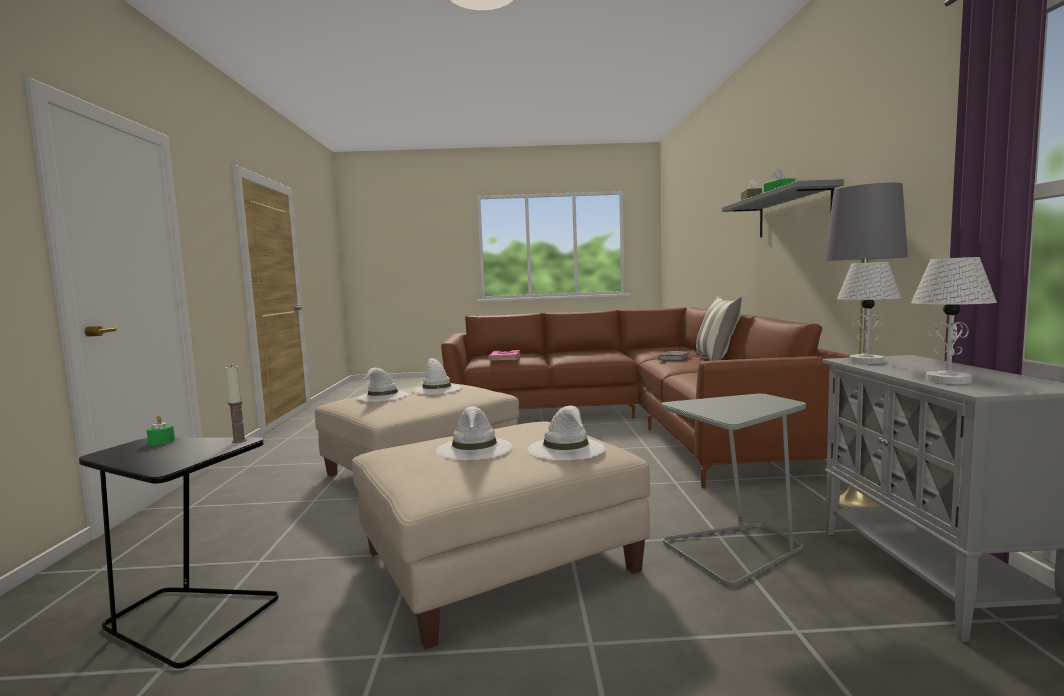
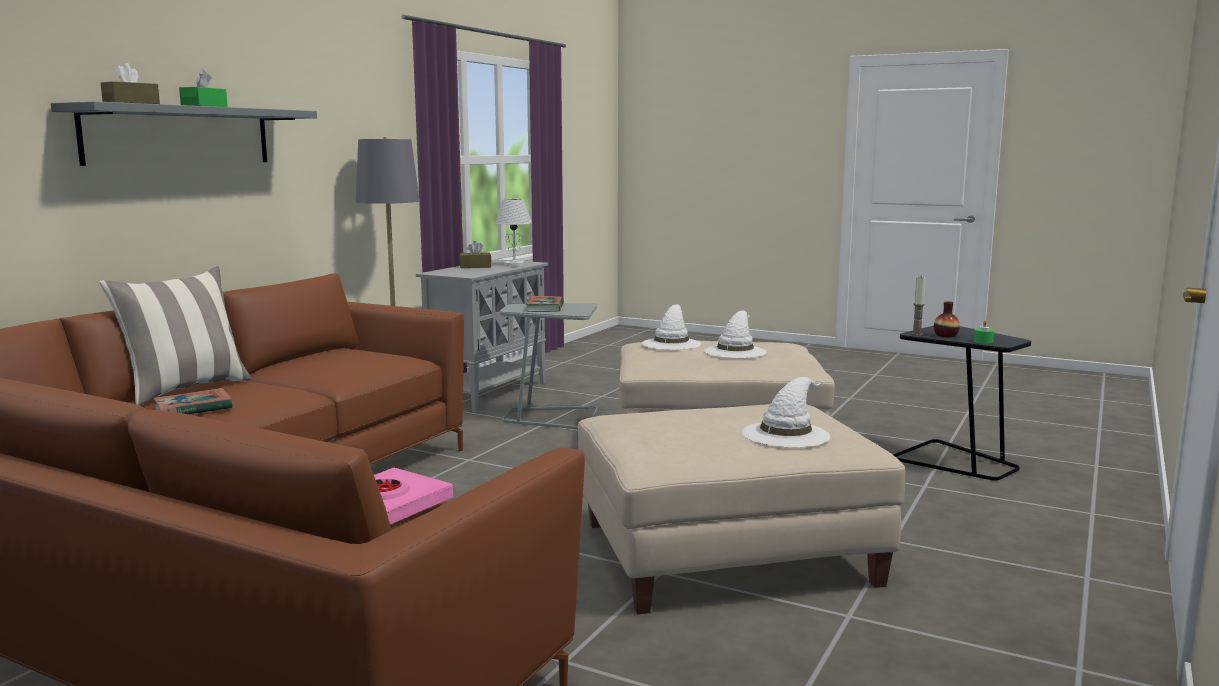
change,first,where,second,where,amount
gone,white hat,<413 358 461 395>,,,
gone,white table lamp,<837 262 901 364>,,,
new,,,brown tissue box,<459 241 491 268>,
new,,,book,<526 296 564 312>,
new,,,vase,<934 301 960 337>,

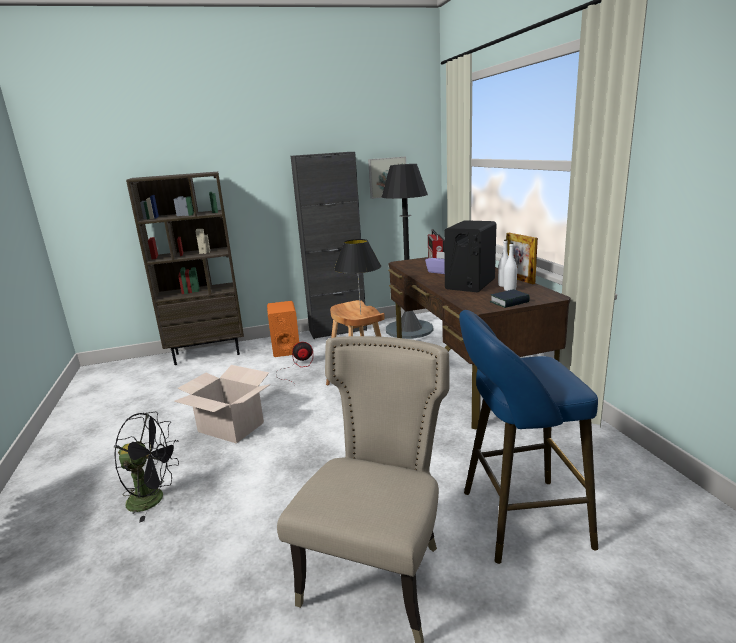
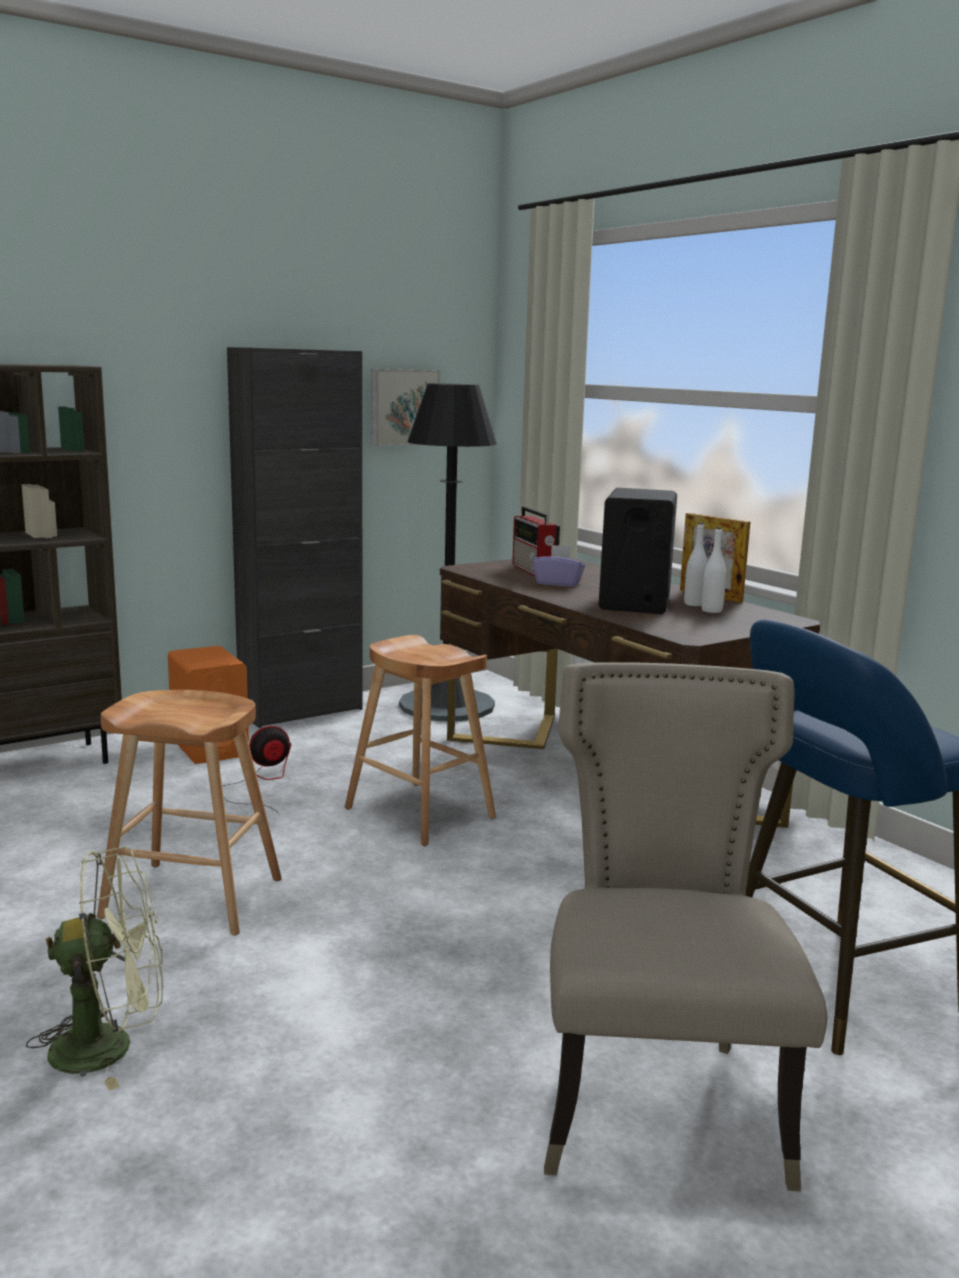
change,first,where,second,where,amount
repainted,black fan,<114 412 179 523>,green fan,<26 847 163 1091>,
swapped,cardboard box,<174 365 271 443>,brown stool,<97 690 282 935>,
gone,black table lamp,<334 239 381 314>,,,
gone,book,<490 289 530 308>,,,

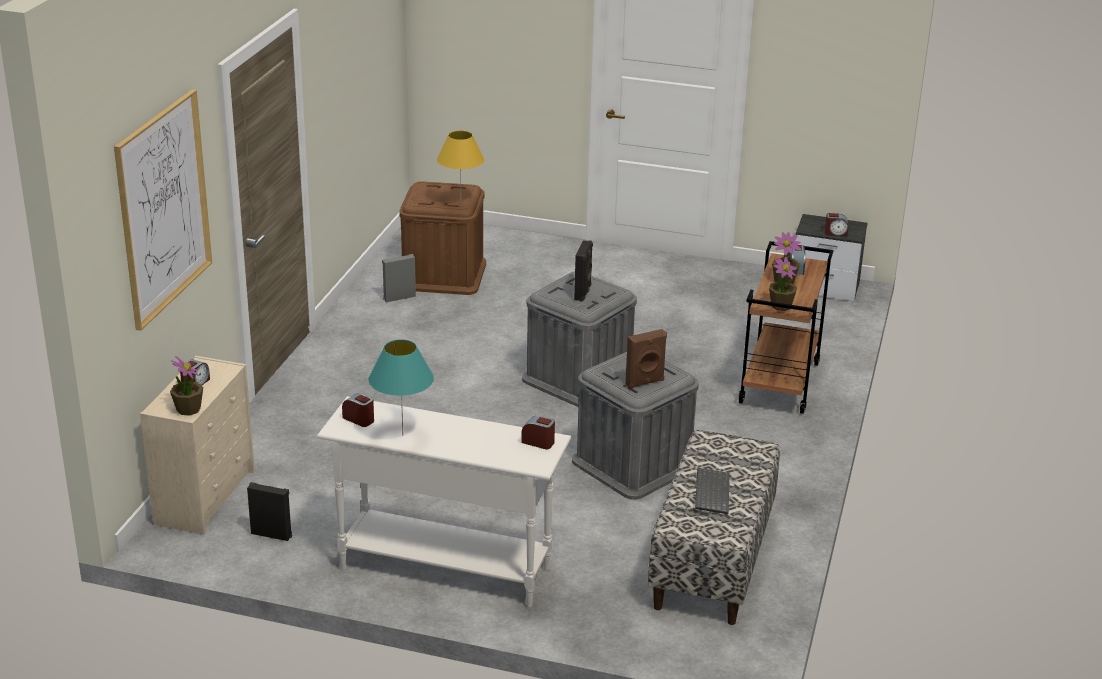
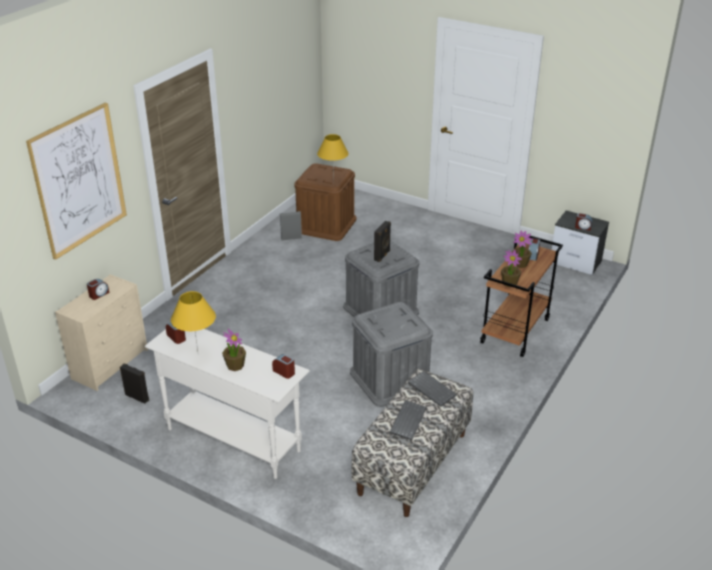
change,first,where,second,where,amount
shifted,potted plant,<170 356 203 415>,,<222 328 246 371>,
repainted,turquoise table lamp,<369 339 434 436>,yellow table lamp,<171 291 216 352>,
gone,brown speaker,<625 329 667 389>,,,
new,,,keyboard,<408 371 457 407>,

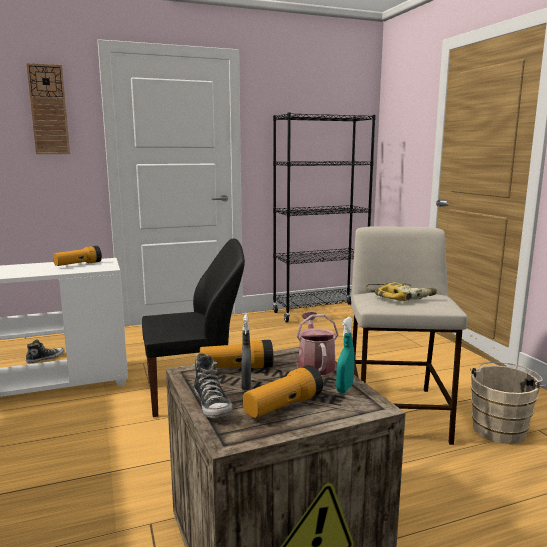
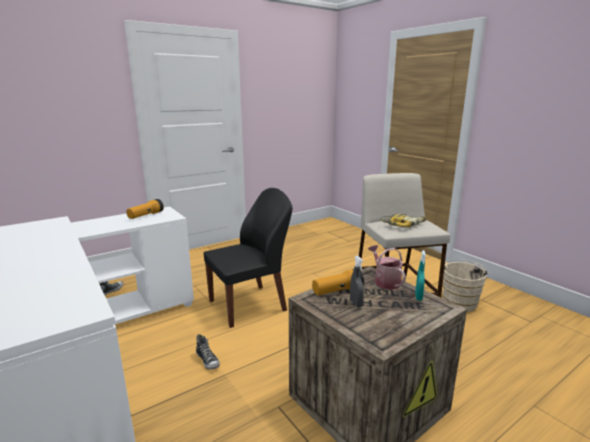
change,first,where,second,where,amount
gone,wall clock,<26 63 70 154>,,,
shifted,shoe,<194 353 233 418>,,<196 334 220 370>,
gone,flashlight,<243 365 323 418>,,,
gone,black bookcase,<273 112 376 322>,,,

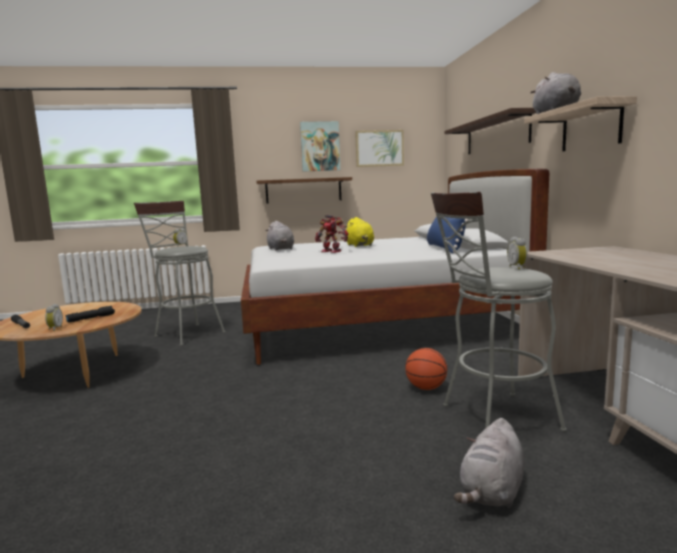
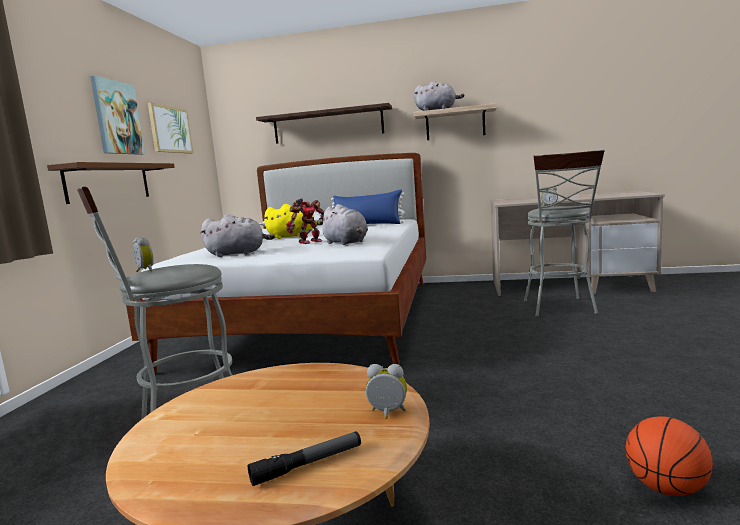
change,first,where,second,where,amount
gone,black flashlight,<66 306 115 322>,,,
shifted,basketball,<405 348 447 390>,,<626 416 713 496>,
shifted,grey plush toy,<454 418 525 508>,,<319 204 368 245>,

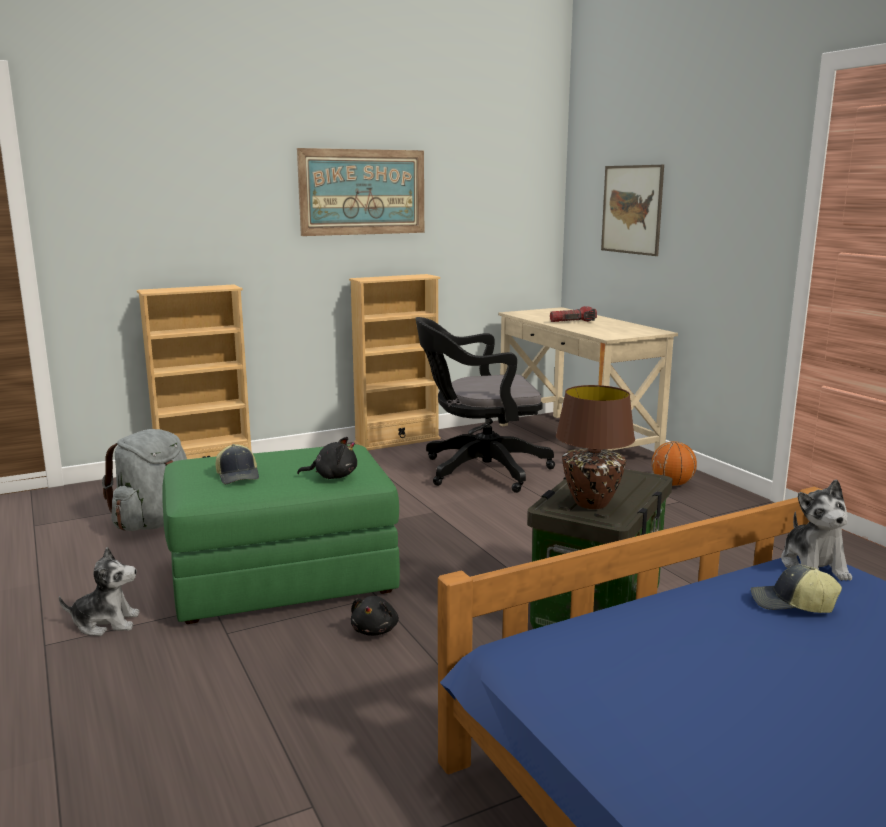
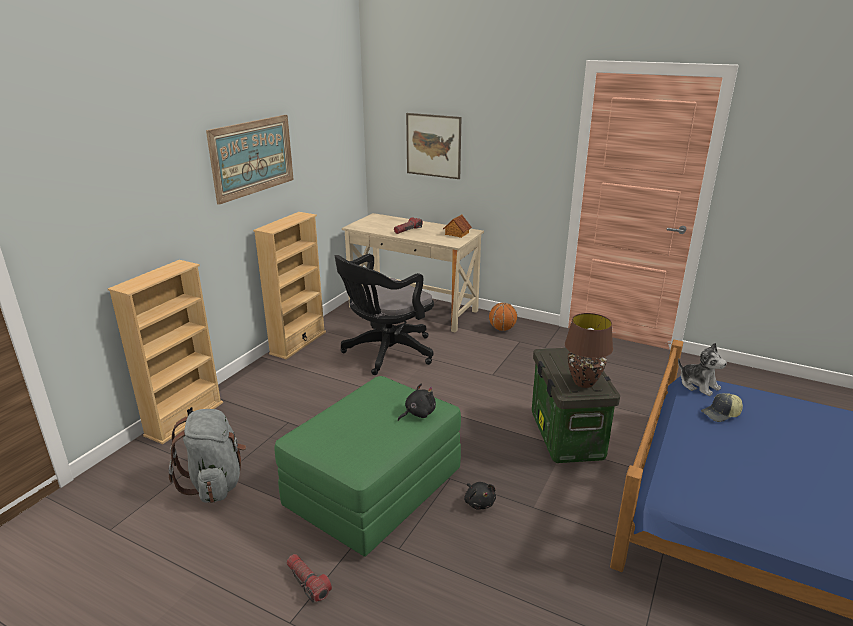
change,first,where,second,where,amount
swapped,plush toy,<59 547 140 636>,flashlight,<287 554 332 603>,
gone,cap,<216 444 259 484>,,,
new,,,toy house,<443 215 472 238>,

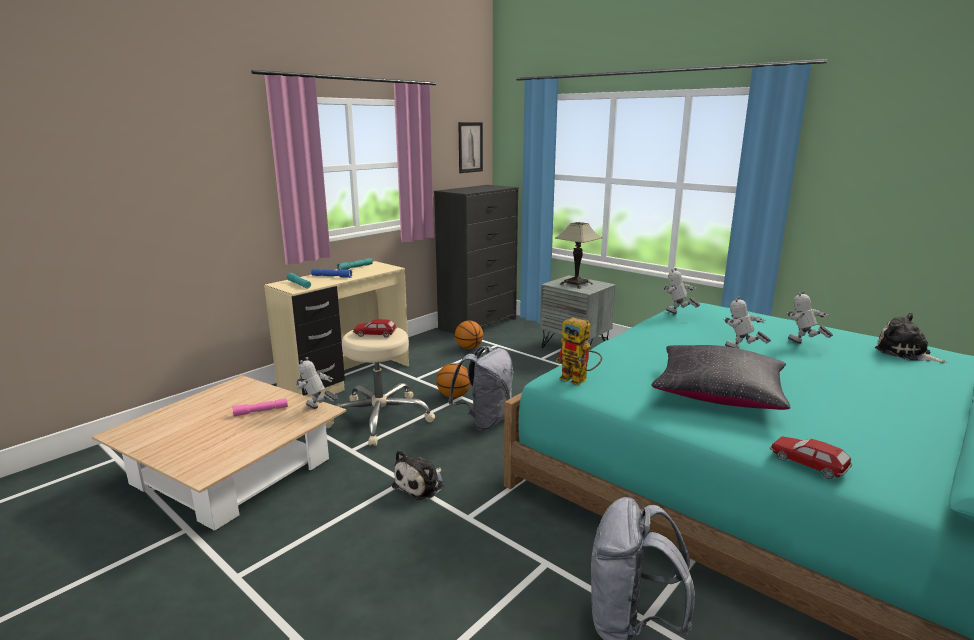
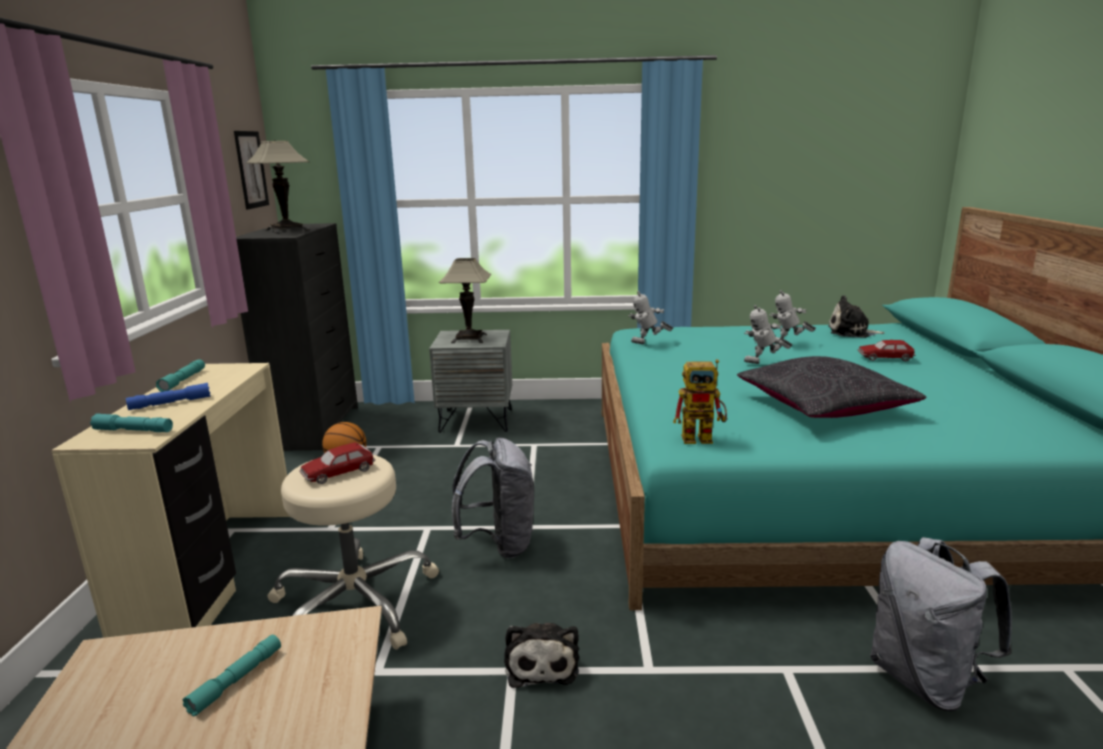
change,first,where,second,where,amount
repainted,pink flashlight,<232 399 288 416>,turquoise flashlight,<183 635 281 716>,
gone,toy robot,<296 357 338 409>,,,
gone,basketball,<436 363 471 398>,,,
shifted,toy car,<770 437 852 479>,,<858 340 915 361>,
new,,,table lamp,<246 140 310 233>,

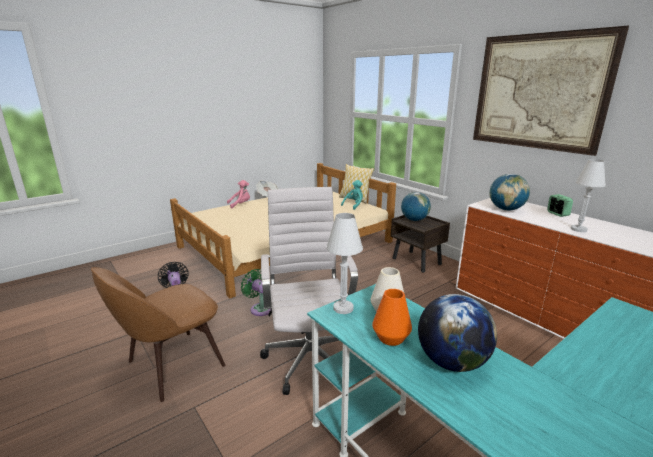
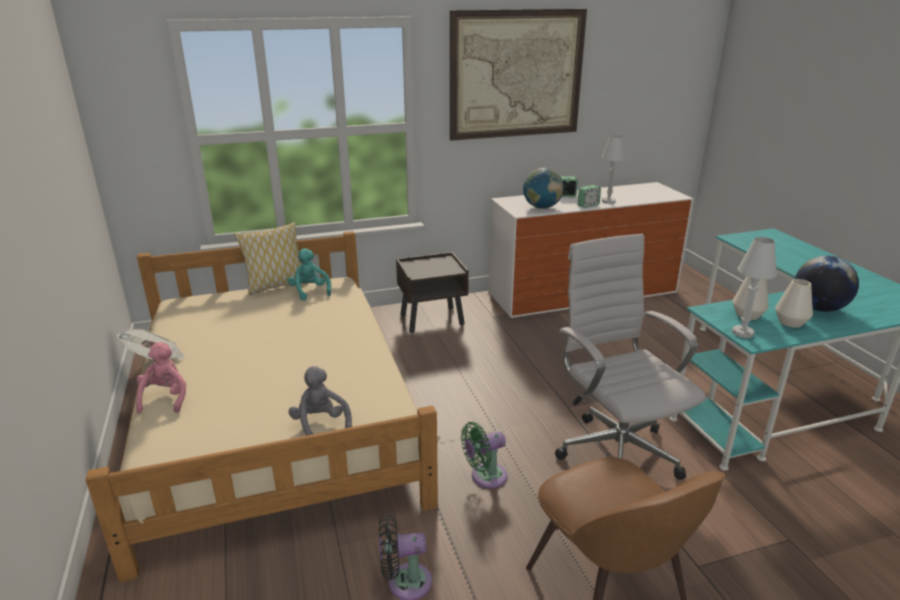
change,first,where,second,where,amount
rotated,white office chair,<260 187 358 395>,,<555 234 706 480>,60 degrees clockwise
repainted,orange vase,<372 289 412 346>,white vase,<775 279 813 328>,
gone,globe,<401 192 431 221>,,,
new,,,grey plush toy,<289 366 352 436>,
new,,,alarm clock,<578 185 601 208>,

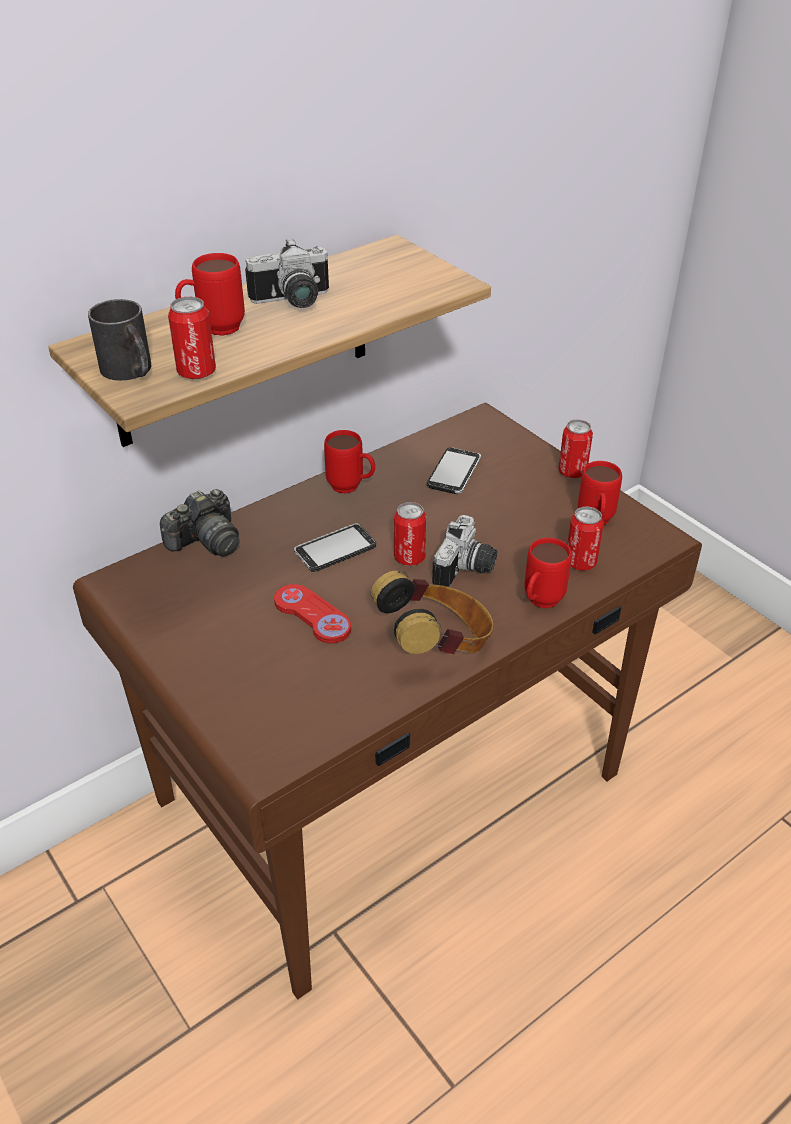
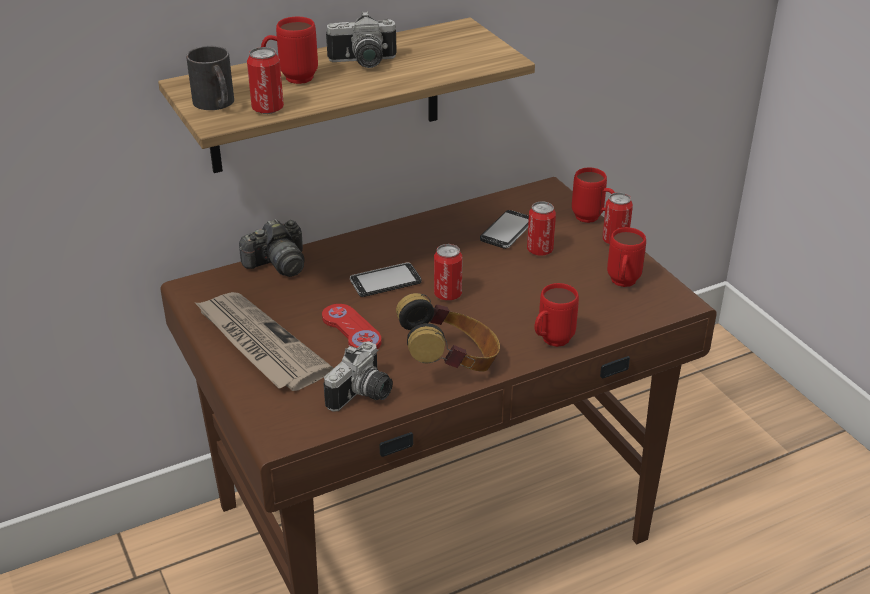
change,first,where,second,where,amount
shifted,red mug,<324 430 375 493>,,<572 167 615 223>,
shifted,photo camera,<432 515 497 587>,,<323 341 393 412>,
shifted,can,<567 506 604 571>,,<527 201 556 256>,
new,,,newspaper,<194 292 333 391>,

